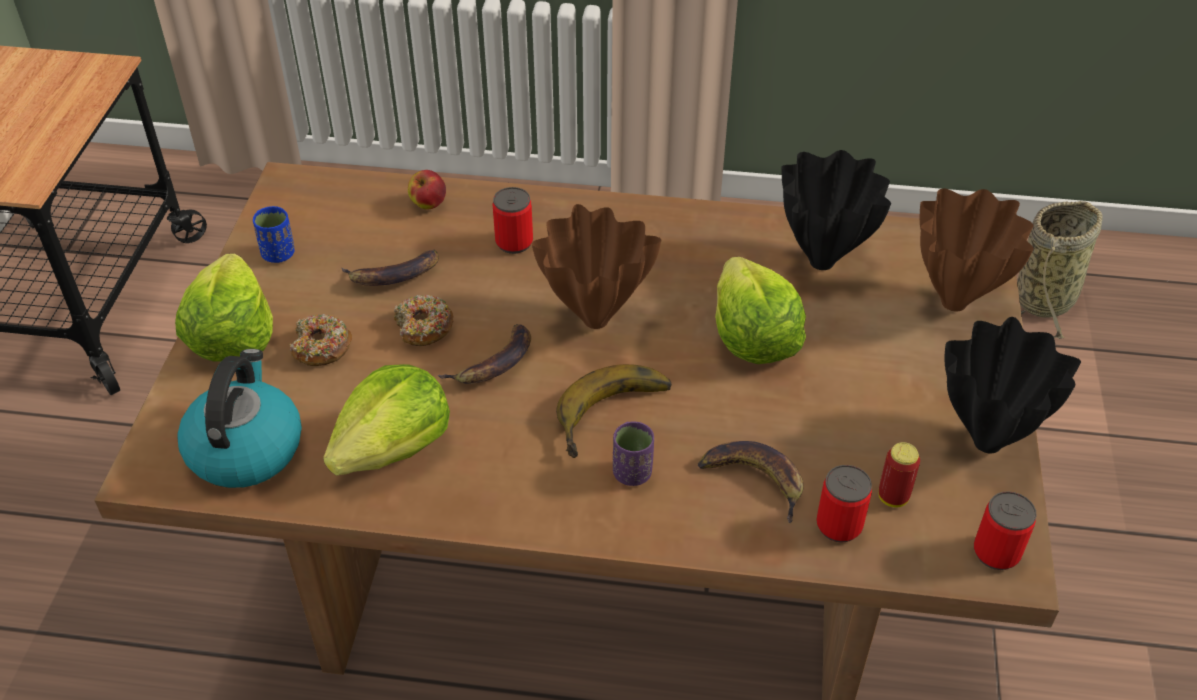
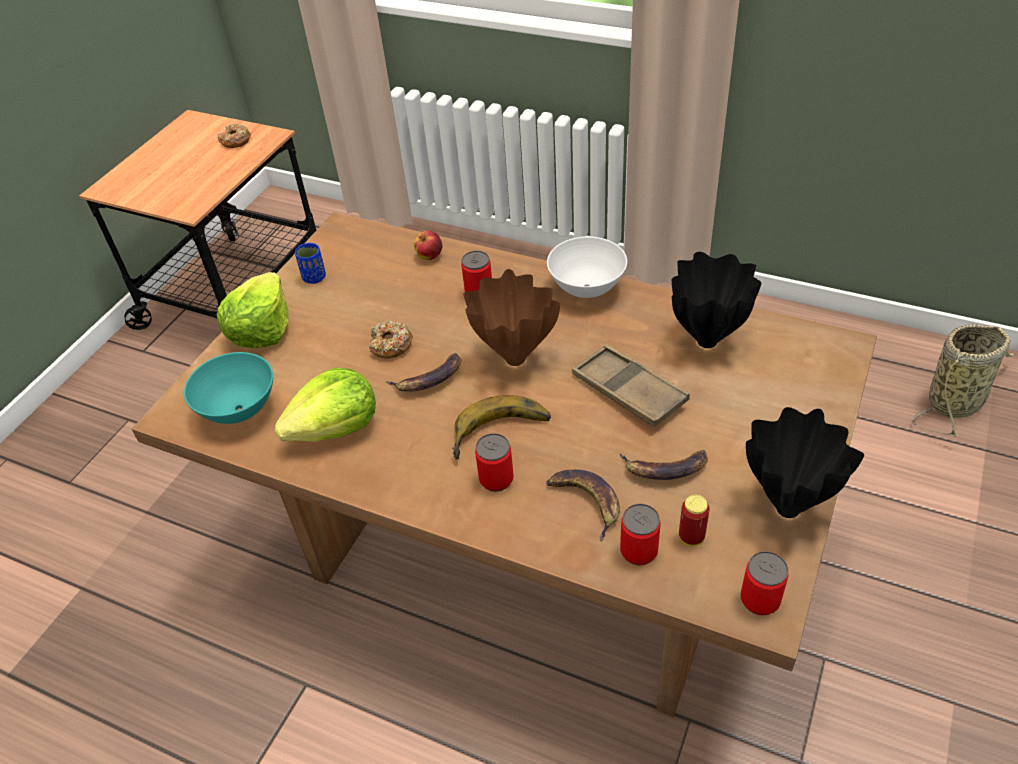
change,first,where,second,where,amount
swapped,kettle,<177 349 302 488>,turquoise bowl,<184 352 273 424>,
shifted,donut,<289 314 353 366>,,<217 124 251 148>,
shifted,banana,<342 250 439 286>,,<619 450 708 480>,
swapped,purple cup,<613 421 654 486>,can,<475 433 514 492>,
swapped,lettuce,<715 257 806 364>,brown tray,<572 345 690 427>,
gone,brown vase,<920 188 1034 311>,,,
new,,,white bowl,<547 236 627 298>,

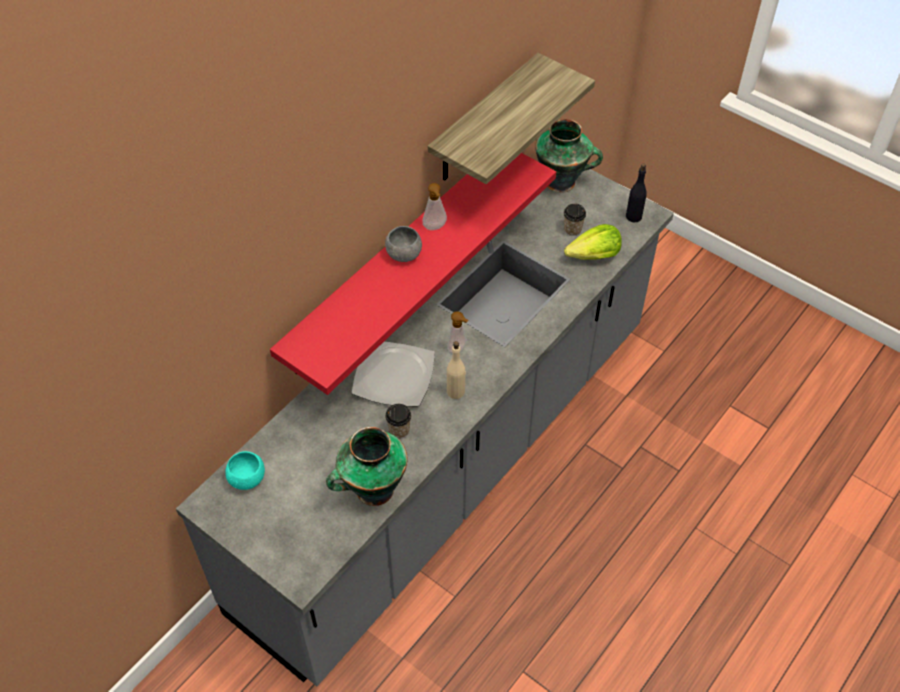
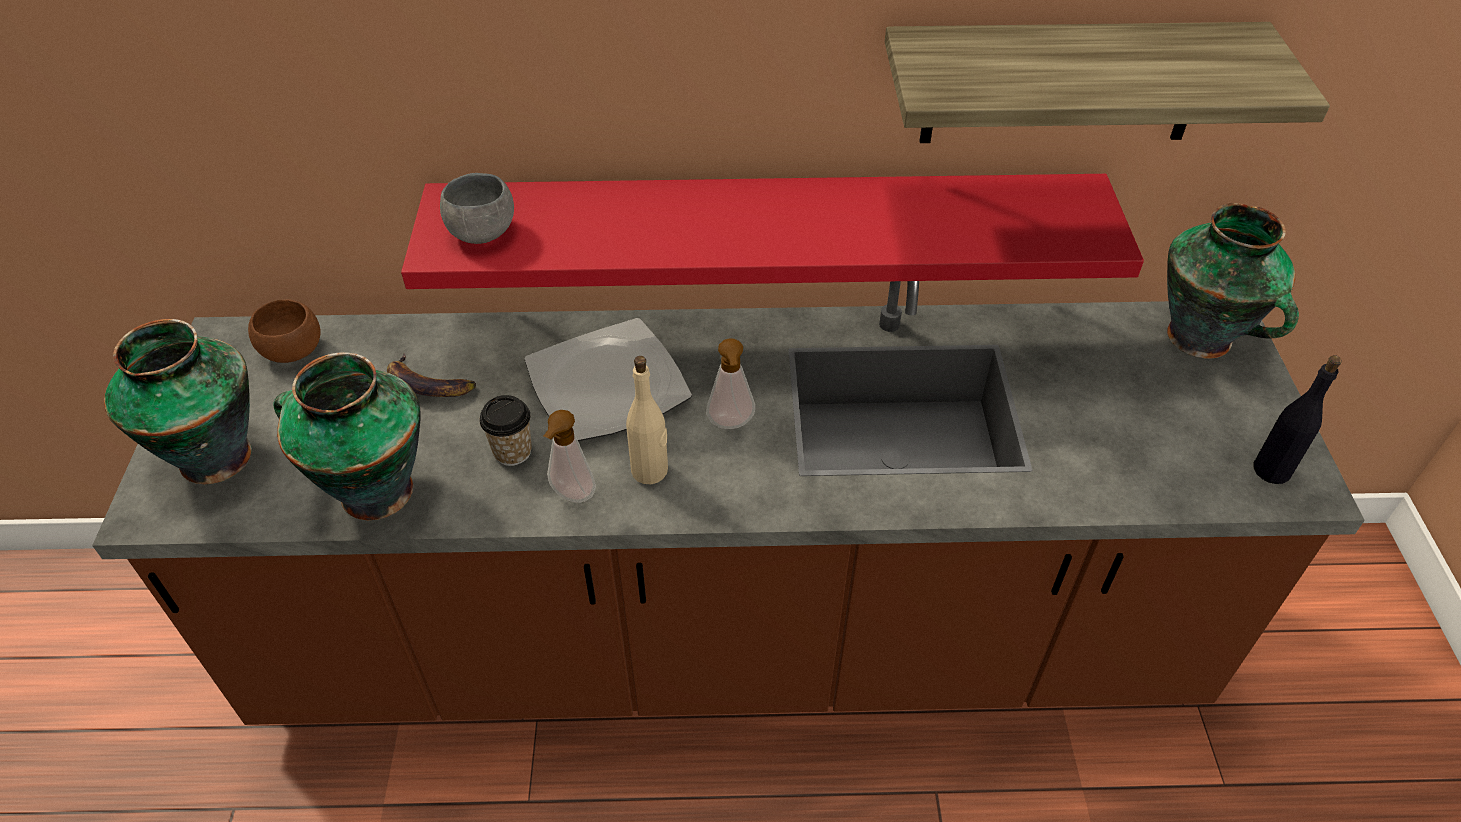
change,first,where,second,where,amount
repainted,grey counter,<176 169 674 686>,brown counter,<92 281 1365 725>,
repainted,turquoise bowl,<225 451 265 490>,brown bowl,<248 299 321 363>,
shifted,grey bowl,<385 226 422 262>,,<440 173 514 244>,
shifted,soap dispenser,<423 183 447 230>,,<543 410 596 503>,
gone,cup,<564 203 586 236>,,,
gone,lettuce,<564 224 622 260>,,,
new,,,vase,<104 319 252 484>,
new,,,banana,<387 354 476 397>,

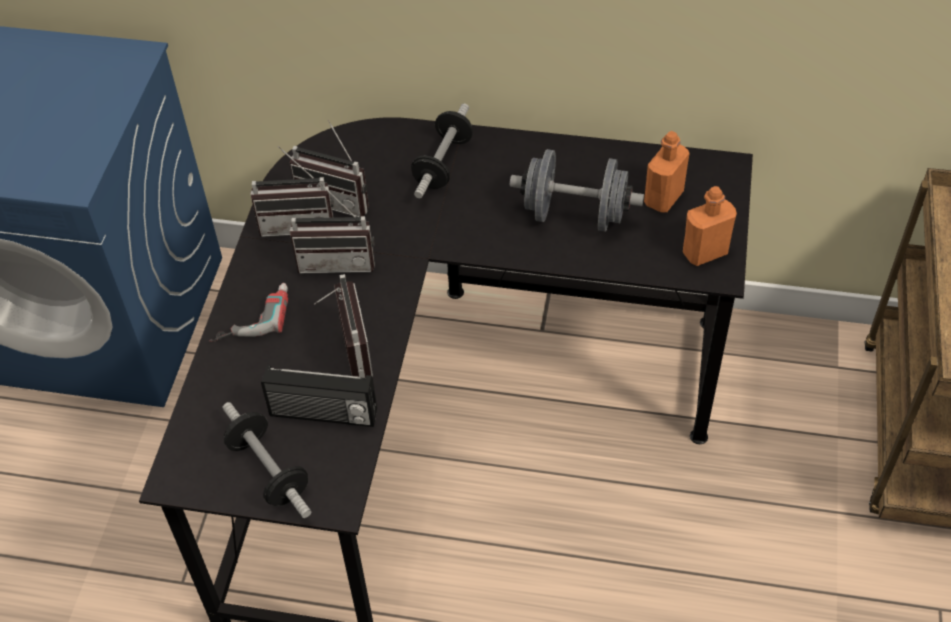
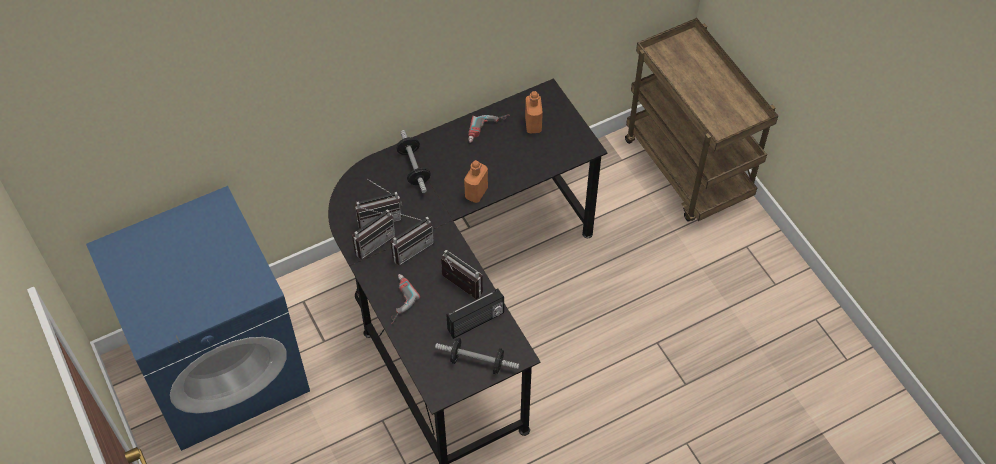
change,first,where,second,where,amount
gone,grey dumbbell,<510 149 644 232>,,,
shifted,orange bottle,<683 186 737 266>,,<464 160 488 203>,
new,,,power drill,<468 114 510 143>,

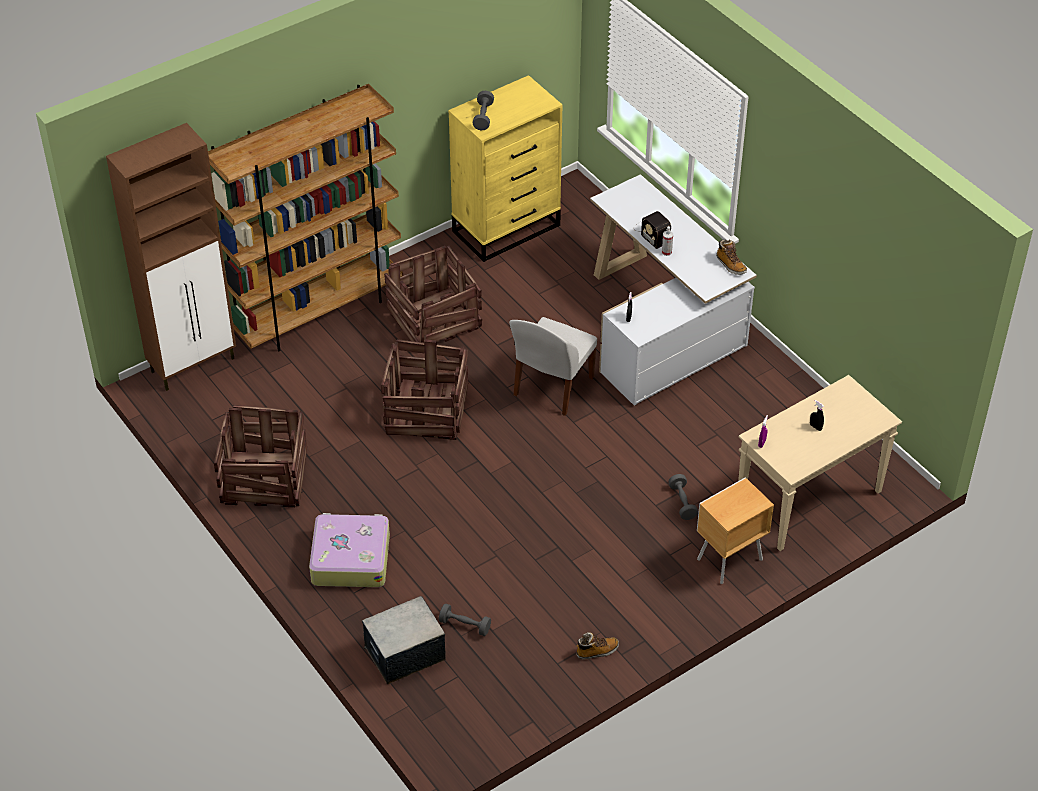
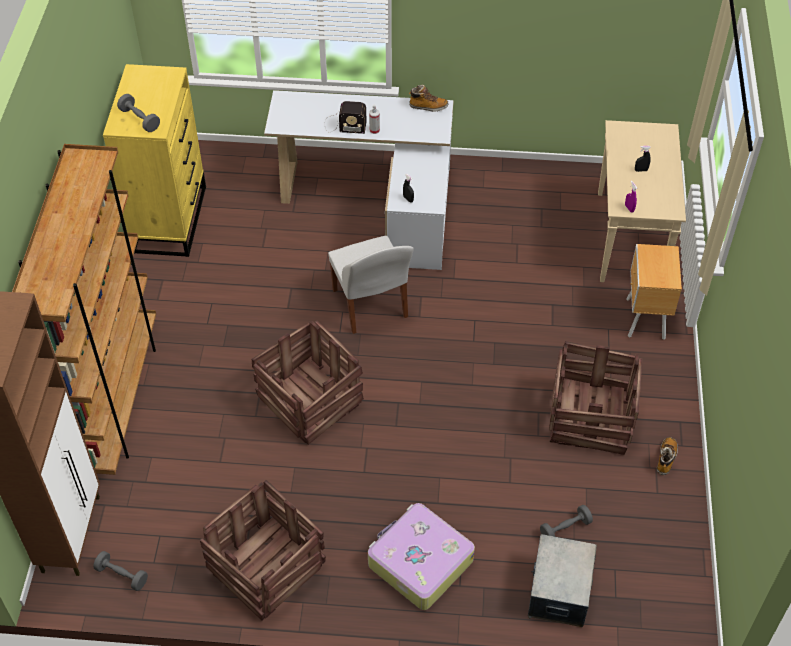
change,first,where,second,where,amount
shifted,crate,<384 246 482 343>,,<549 341 642 455>,
shifted,grey dumbbell,<668 474 698 520>,,<93 551 148 591>,

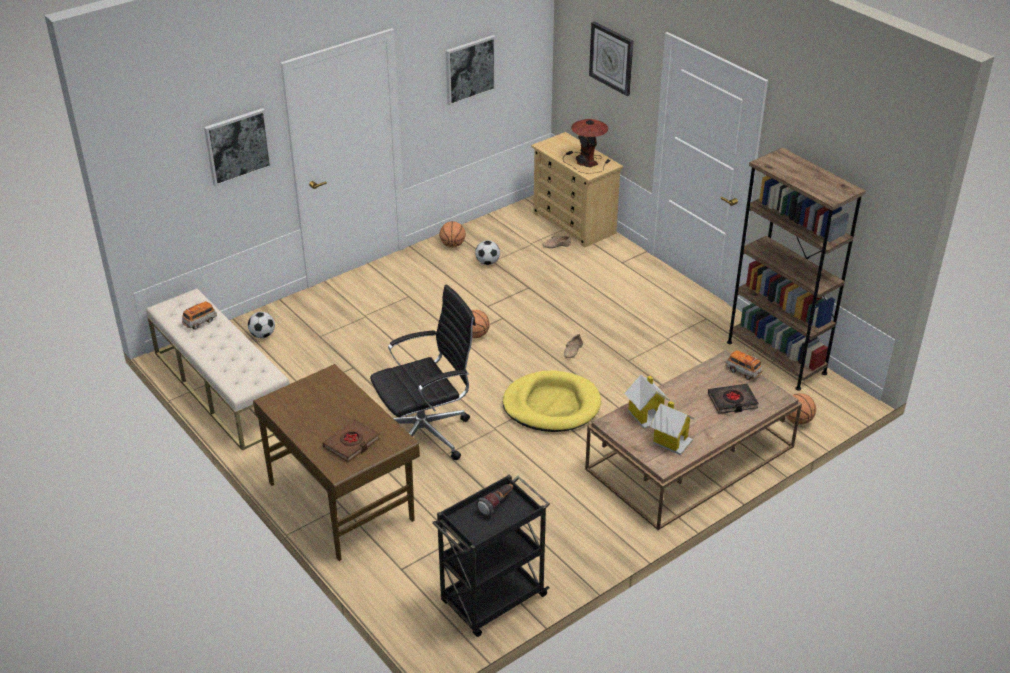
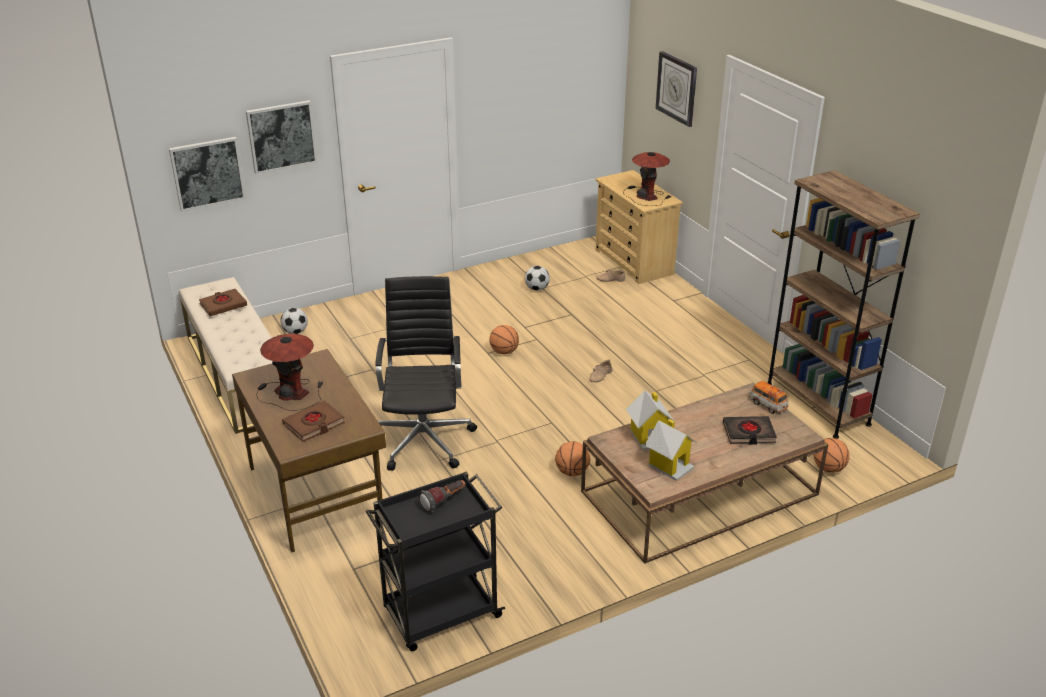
change,first,where,second,where,amount
swapped,toy car,<182 301 217 330>,brown book,<199 289 247 316>,
rotated,black office chair,<370 285 476 468>,,<375 276 477 471>,75 degrees counterclockwise
shifted,basketball,<439 221 466 248>,,<555 441 590 476>,
shifted,picture,<446 35 496 106>,,<169 137 246 212>,
gone,yellow dog bed,<503 370 601 432>,,,
new,,,table lamp,<256 334 323 411>,

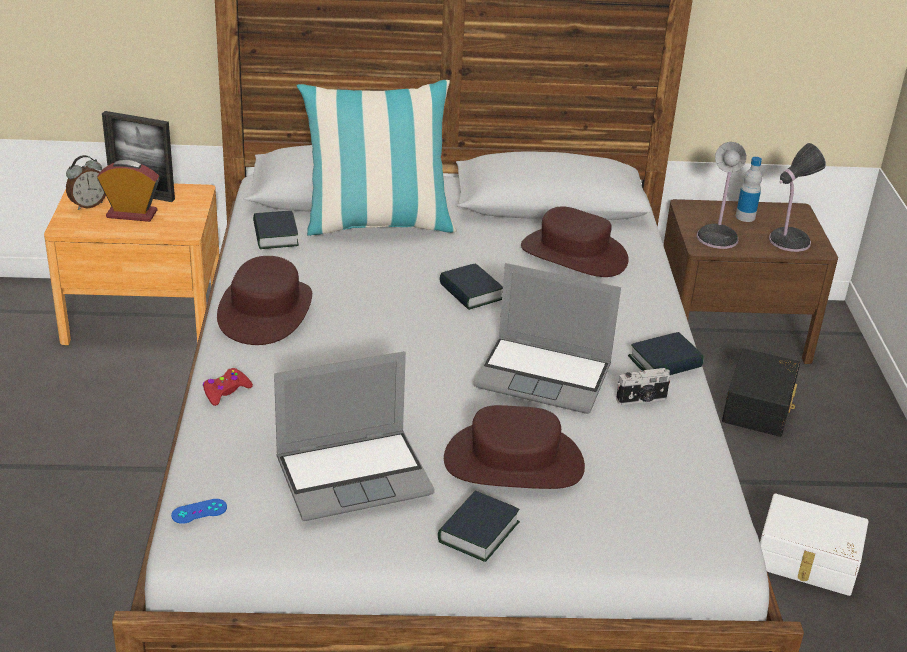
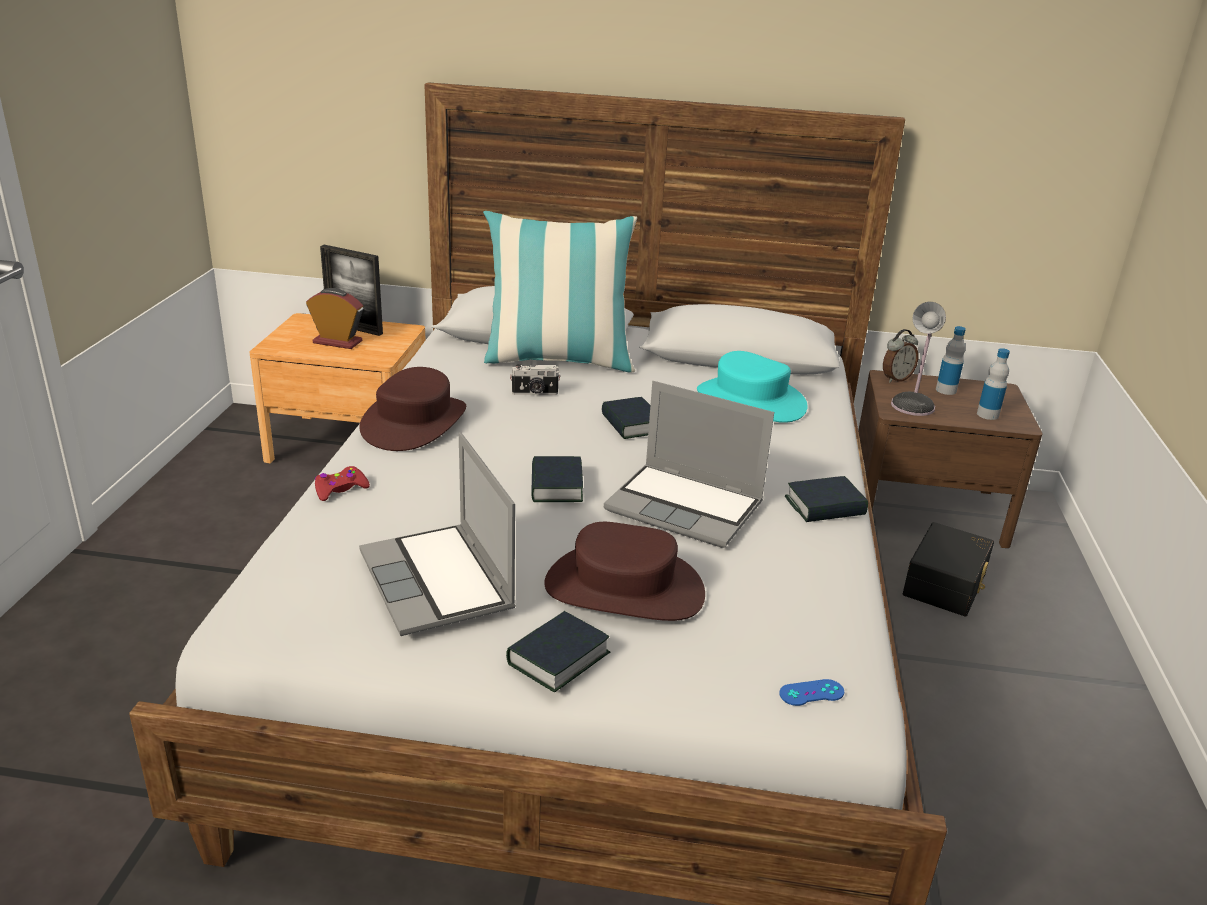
change,first,where,second,where,amount
shifted,alarm clock,<66 155 106 210>,,<883 329 919 382>,
shifted,blue game controller,<171 499 227 524>,,<779 679 844 706>,
shifted,book,<253 211 299 249>,,<531 456 583 502>,
rotated,laptop,<274 351 435 521>,,<359 432 516 636>,75 degrees clockwise
repainted,brown hat,<521 206 629 277>,turquoise hat,<697 351 808 423>,
shifted,photo camera,<616 368 671 405>,,<510 364 560 395>,
gone,white storage box,<760 494 869 596>,,,
swapped,table lamp,<769 143 826 252>,bottle,<977 348 1010 420>,

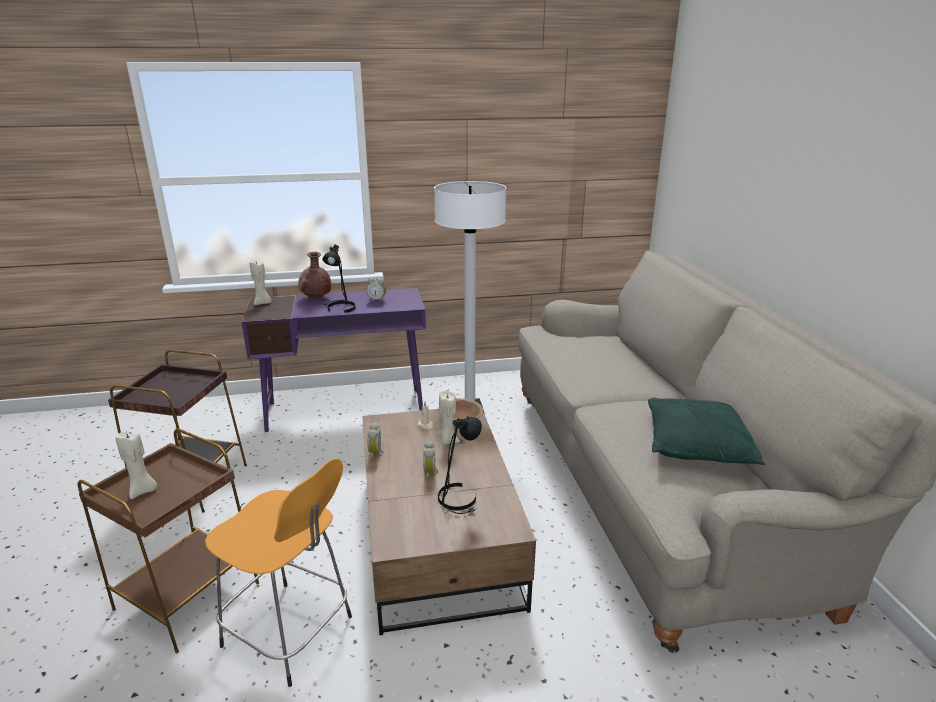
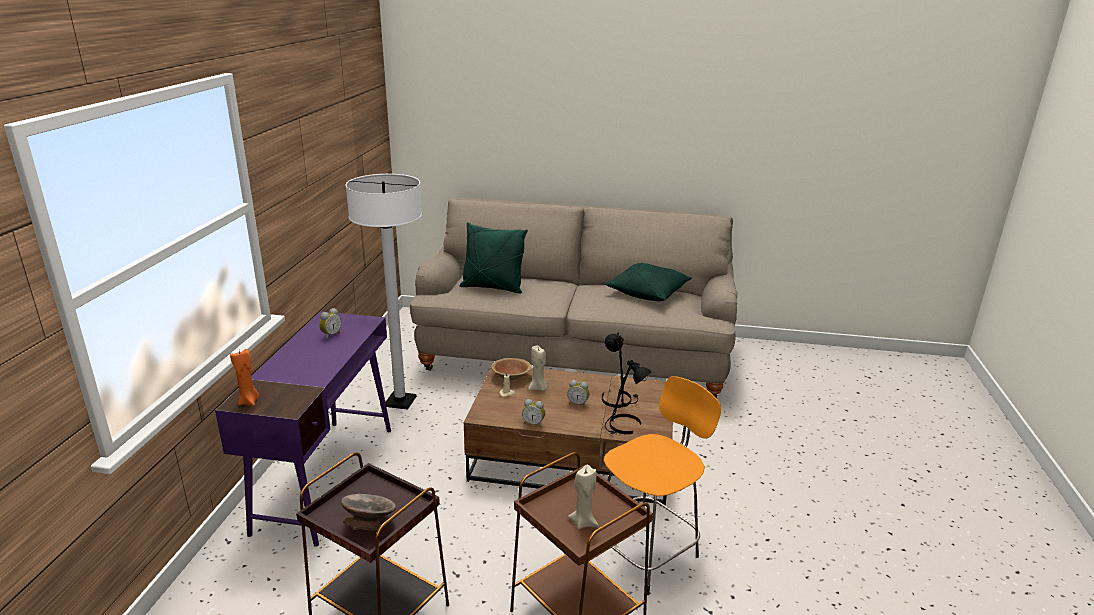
change,first,where,second,where,amount
repainted,beige candle,<250 261 271 305>,orange candle,<230 349 259 406>,
gone,brown vase,<298 252 331 299>,,,
shifted,black table lamp,<322 244 355 313>,,<605 360 651 435>,
new,,,grey bowl,<341 494 396 531>,
new,,,green pillow,<460 222 528 293>,

